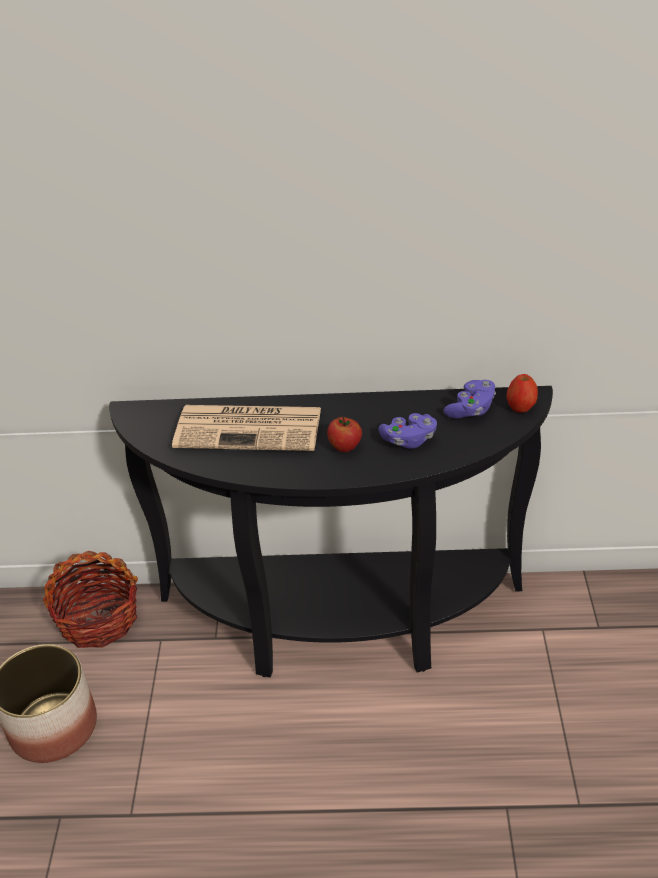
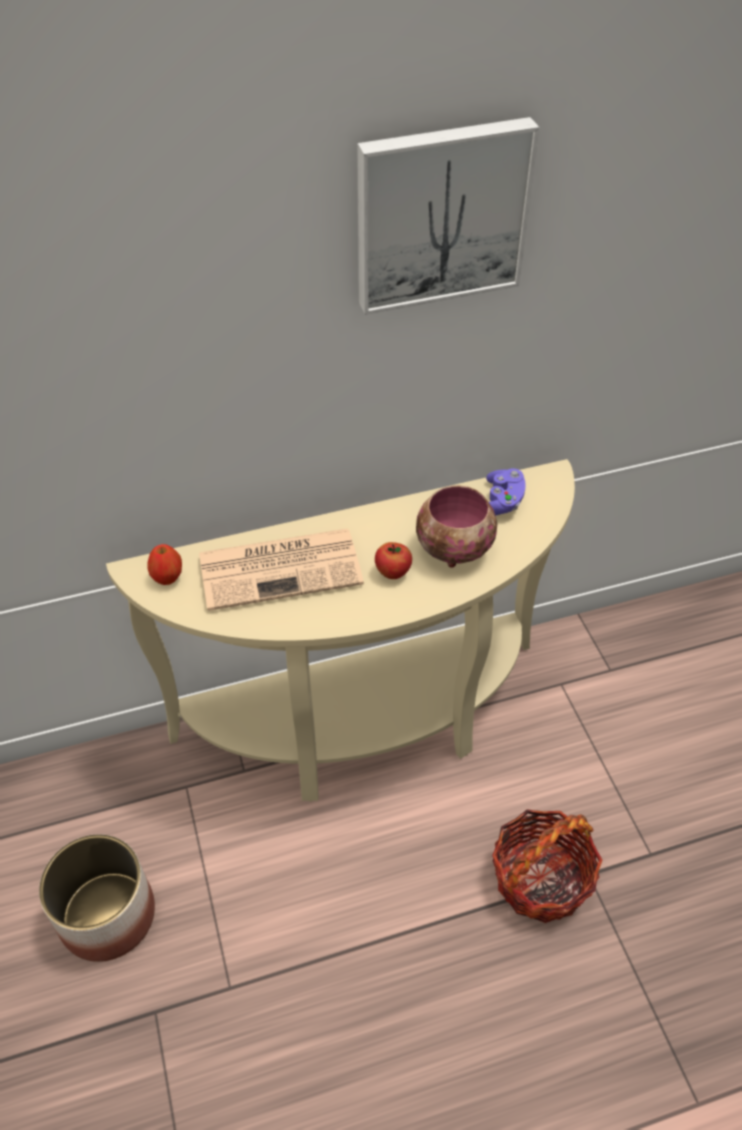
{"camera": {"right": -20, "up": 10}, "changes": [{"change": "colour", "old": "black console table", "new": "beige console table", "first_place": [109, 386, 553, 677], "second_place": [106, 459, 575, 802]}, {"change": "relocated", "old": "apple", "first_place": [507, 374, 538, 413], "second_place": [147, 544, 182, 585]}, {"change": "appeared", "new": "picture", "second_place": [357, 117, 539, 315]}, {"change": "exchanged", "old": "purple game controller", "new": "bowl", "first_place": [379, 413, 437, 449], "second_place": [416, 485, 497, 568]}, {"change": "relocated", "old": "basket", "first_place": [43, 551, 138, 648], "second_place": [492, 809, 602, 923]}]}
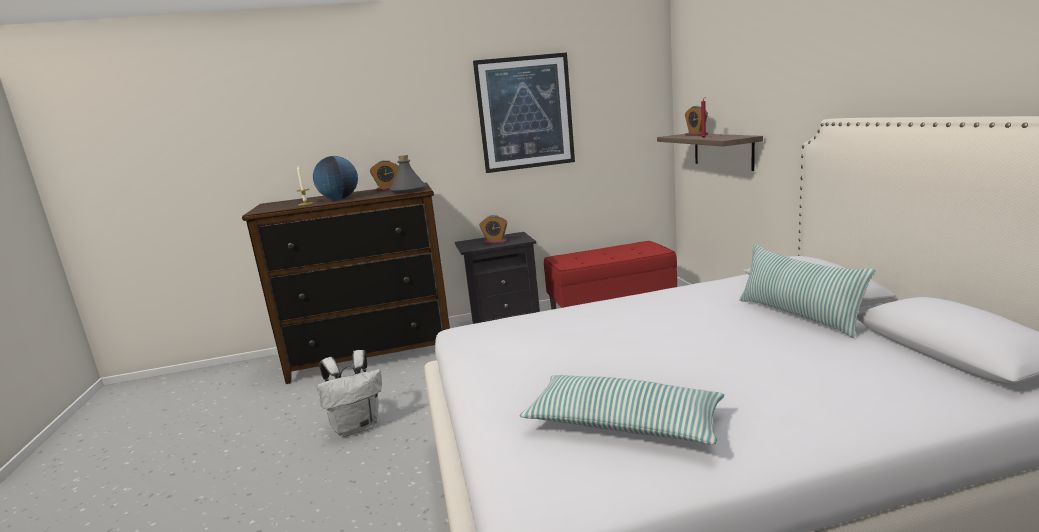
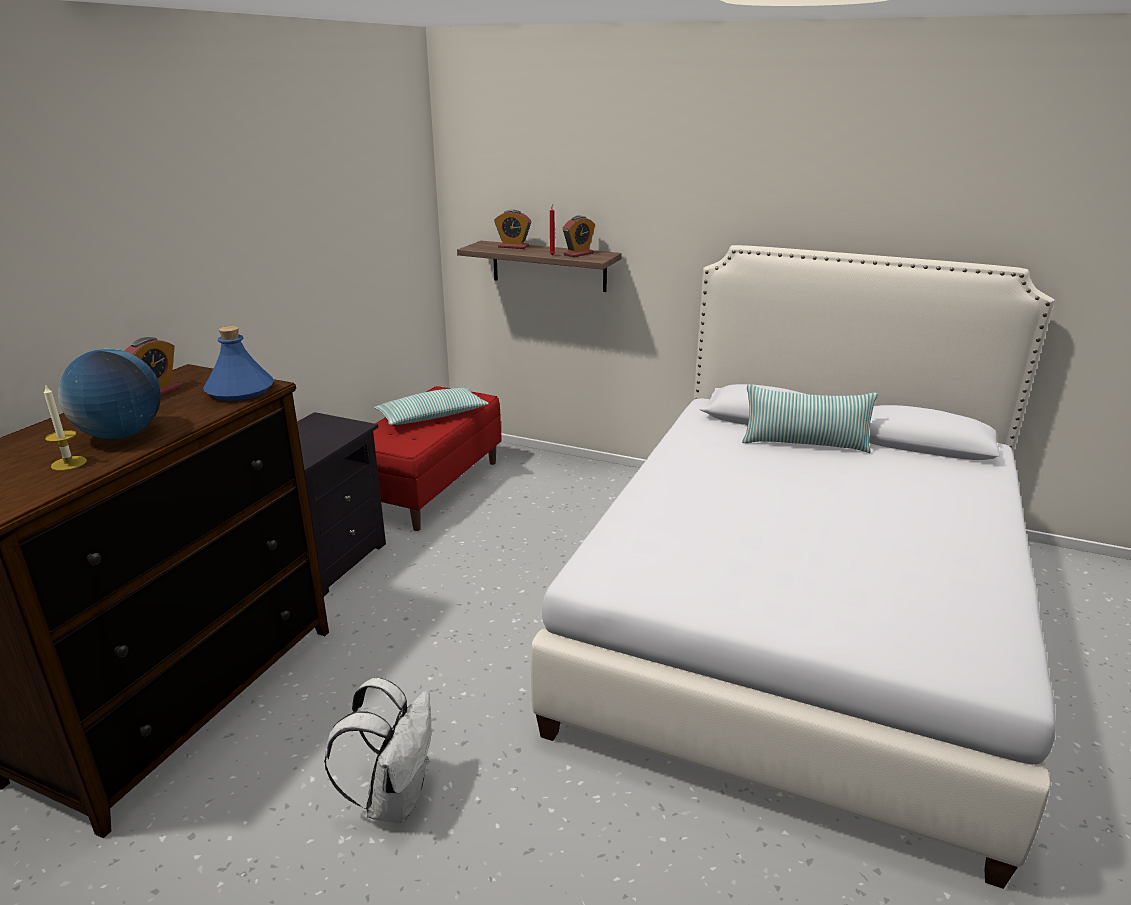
{"camera": {"right": -55, "up": 10}, "changes": [{"change": "colour", "old": "grey bottle", "new": "blue bottle", "first_place": [390, 155, 426, 194], "second_place": [203, 326, 274, 401]}, {"change": "relocated", "old": "pillow", "first_place": [520, 375, 724, 445], "second_place": [374, 388, 489, 425]}, {"change": "relocated", "old": "alarm clock", "first_place": [479, 215, 507, 244], "second_place": [563, 216, 595, 257]}, {"change": "missing", "old": "picture", "first_place": [473, 52, 575, 173]}]}
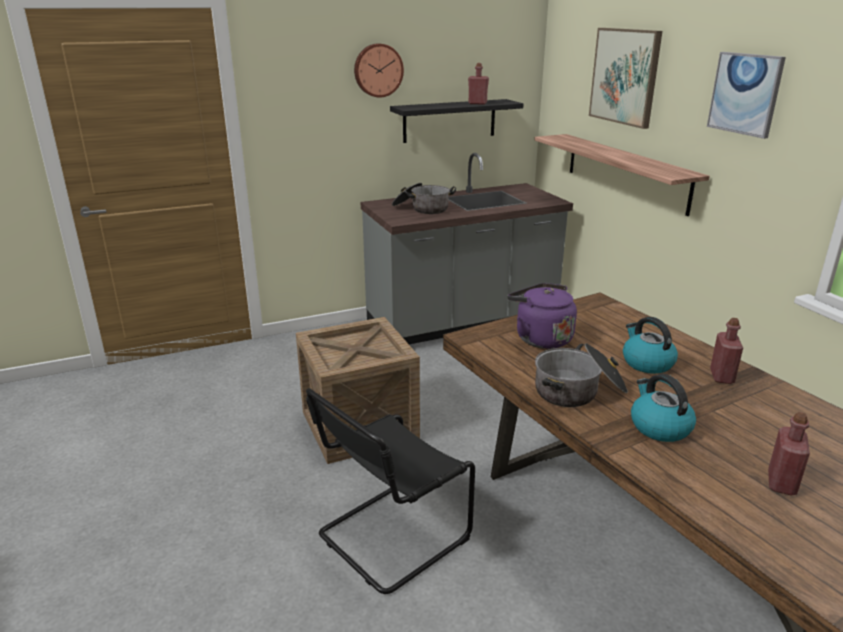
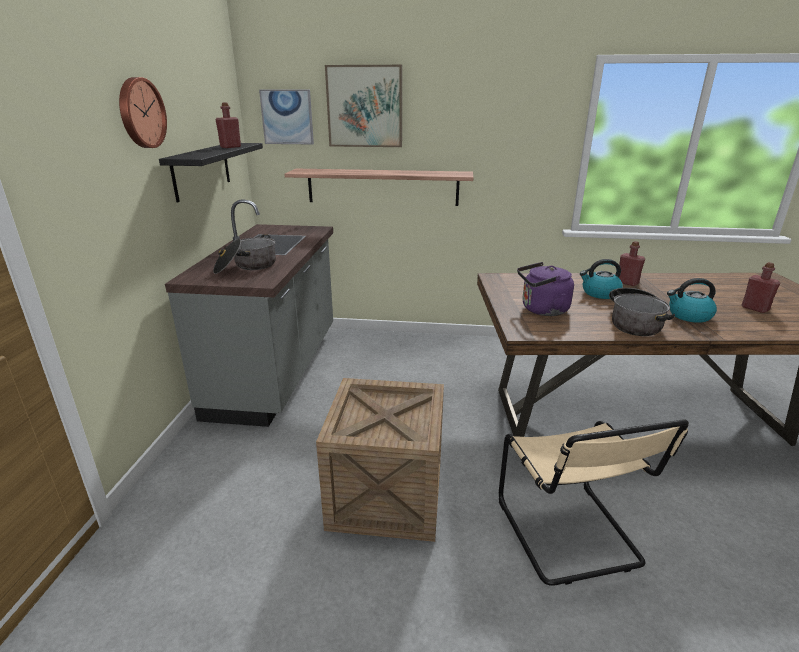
{"camera": {"right": -60, "up": 0}, "changes": [{"change": "relocated", "old": "picture", "first_place": [707, 52, 786, 139], "second_place": [259, 90, 314, 145]}, {"change": "colour", "old": "black chair", "new": "beige chair", "first_place": [306, 388, 475, 594], "second_place": [499, 419, 689, 586]}]}
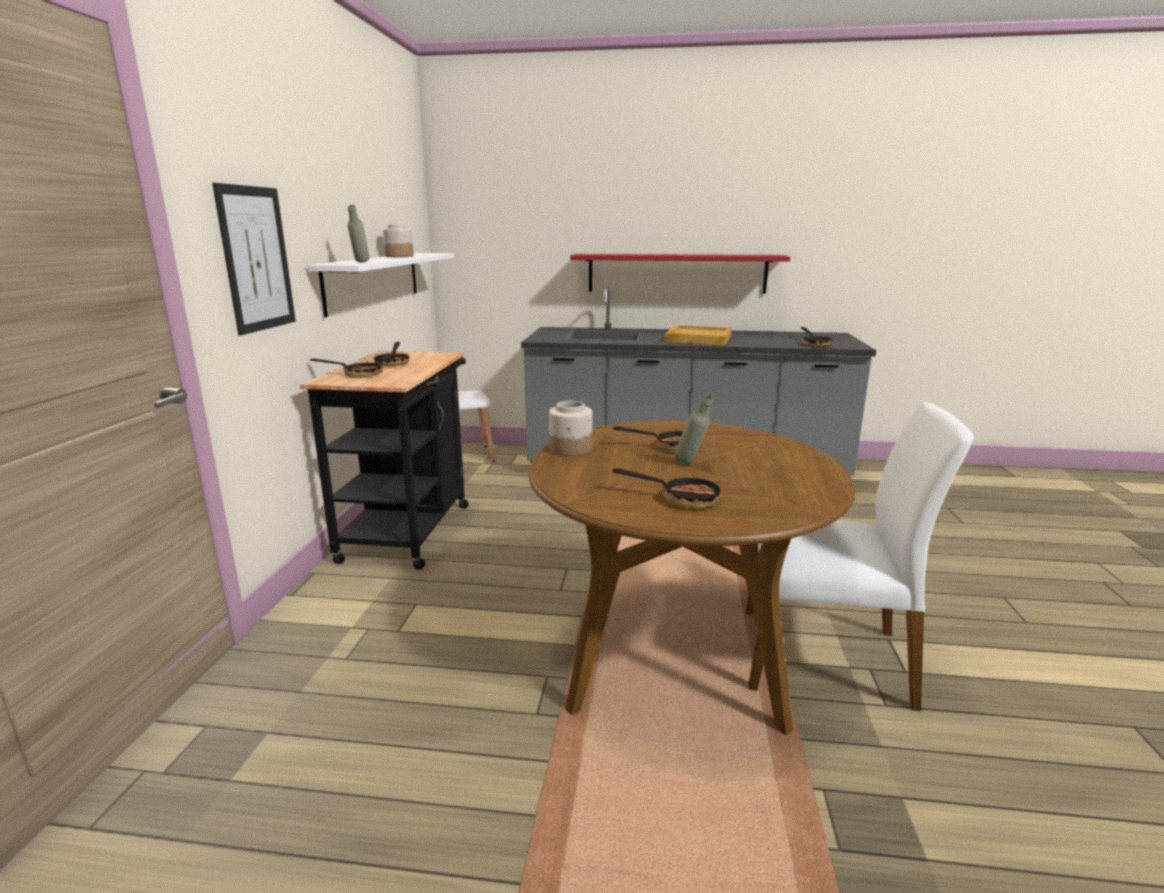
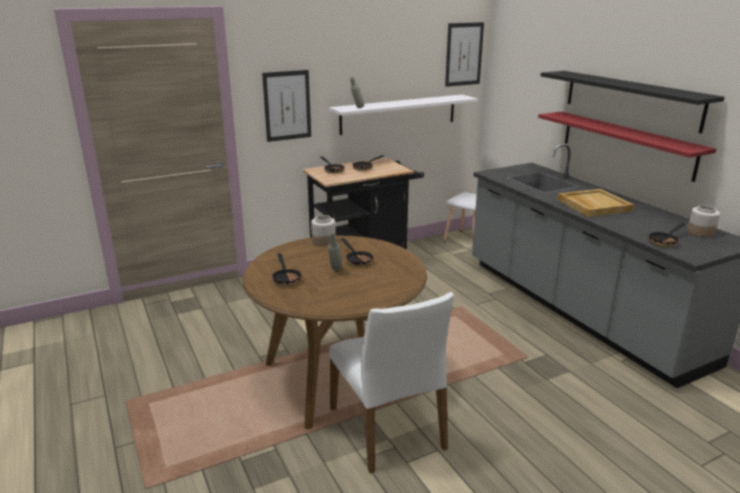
{"camera": {"right": 55, "up": 5}, "changes": [{"change": "appeared", "new": "picture", "second_place": [445, 22, 484, 87]}, {"change": "appeared", "new": "black shelf", "second_place": [541, 71, 725, 133]}, {"change": "relocated", "old": "jar", "first_place": [383, 225, 414, 257], "second_place": [687, 205, 720, 238]}]}
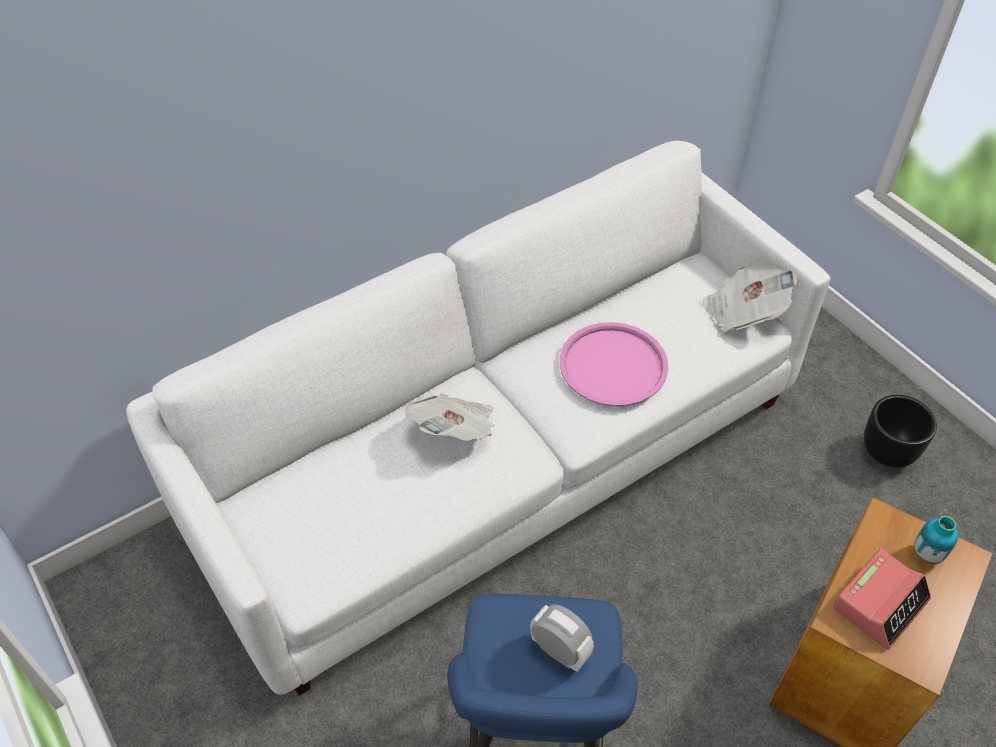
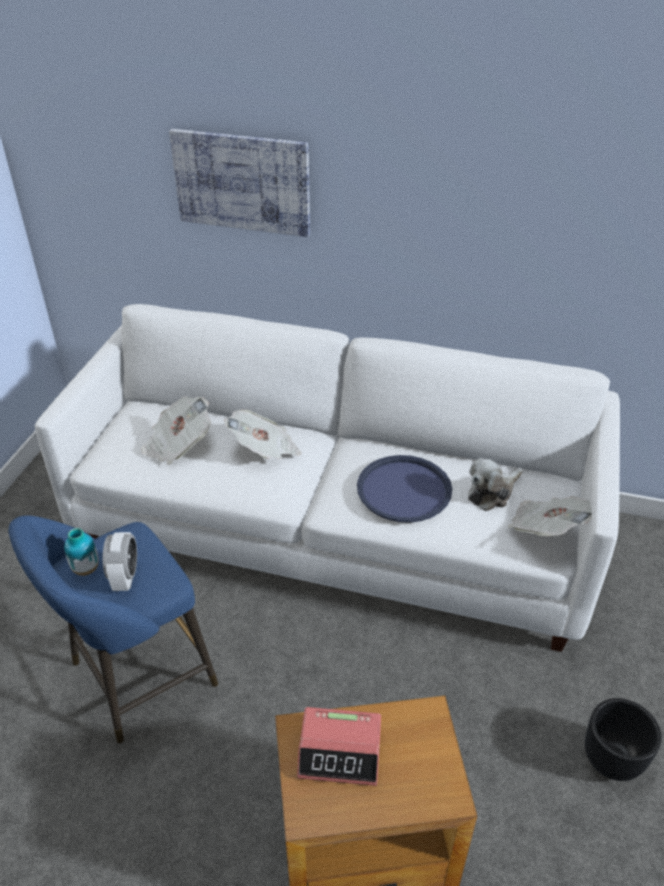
{"camera": {"right": 50, "up": -10}, "changes": [{"change": "relocated", "old": "vase", "first_place": [914, 516, 958, 565], "second_place": [64, 528, 99, 576]}, {"change": "appeared", "new": "newspaper", "second_place": [141, 396, 211, 465]}, {"change": "appeared", "new": "picture", "second_place": [169, 129, 310, 237]}, {"change": "colour", "old": "pink tray", "new": "blue tray", "first_place": [560, 322, 668, 407], "second_place": [357, 455, 452, 523]}, {"change": "appeared", "new": "plush toy", "second_place": [468, 458, 523, 511]}]}
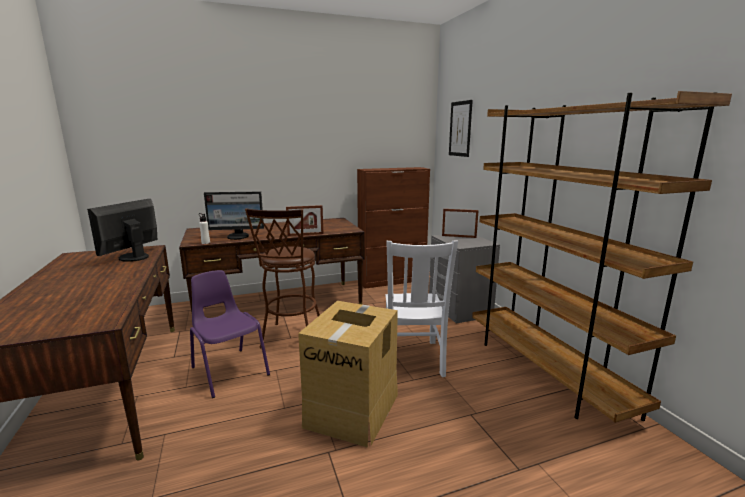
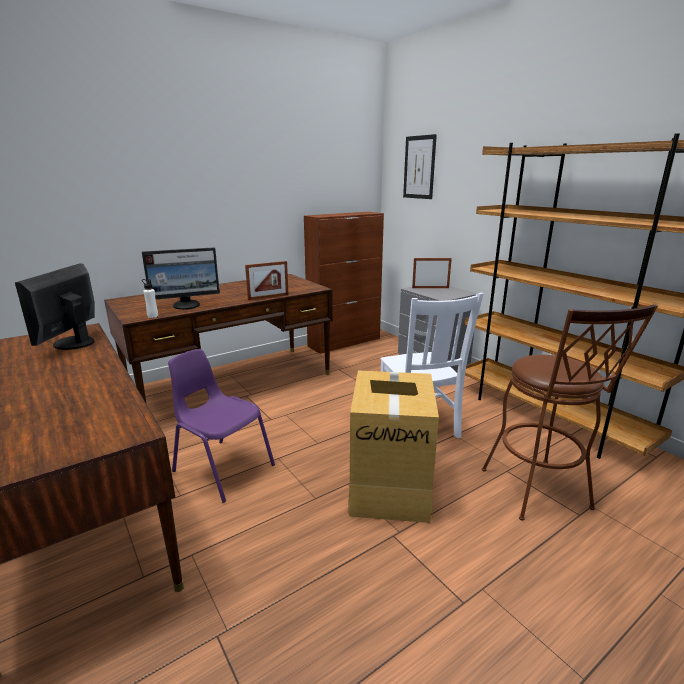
{"camera": {"right": -15, "up": 5}, "changes": [{"change": "relocated", "old": "brown stool", "first_place": [245, 209, 320, 348], "second_place": [482, 304, 658, 521]}]}
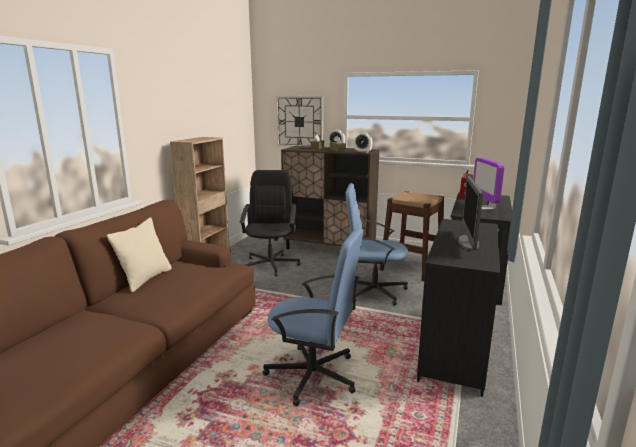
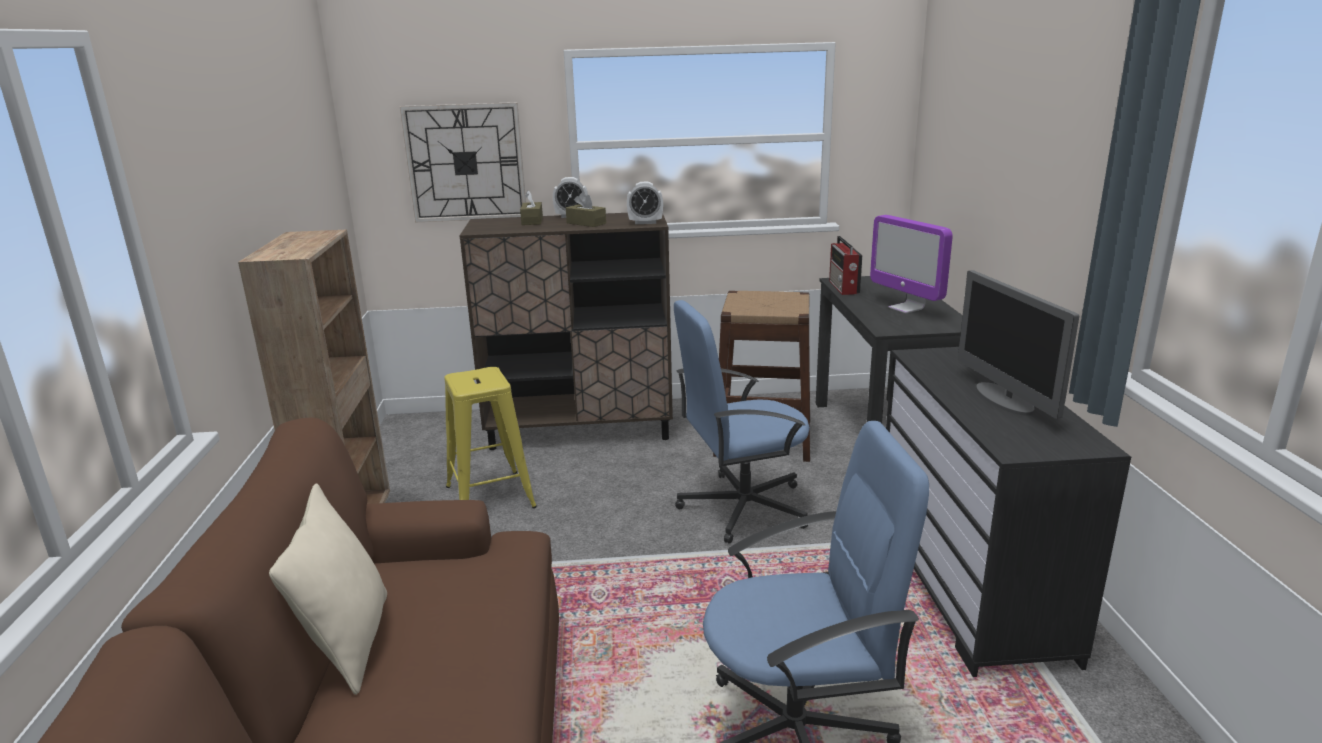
{"camera": {"right": -25, "up": 5}, "changes": [{"change": "exchanged", "old": "black office chair", "new": "yellow stool", "first_place": [240, 170, 301, 276], "second_place": [444, 367, 537, 508]}]}
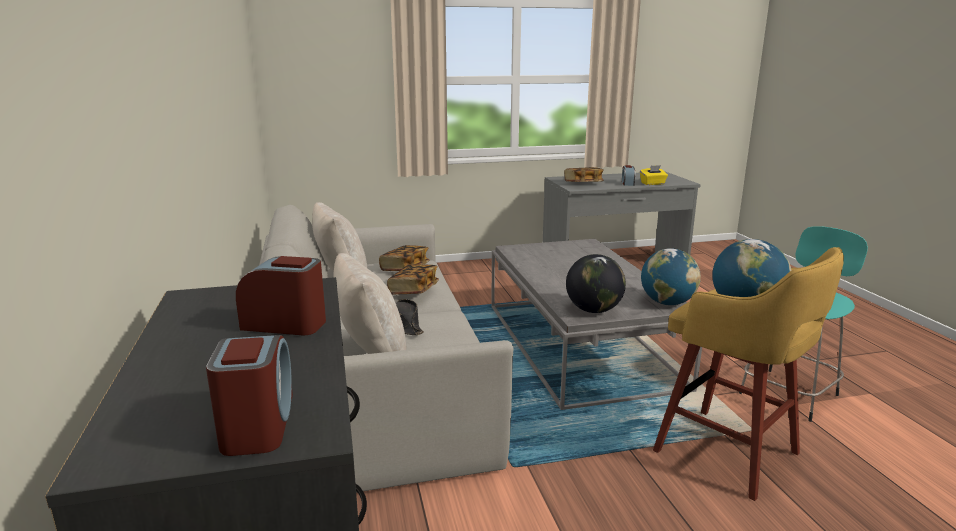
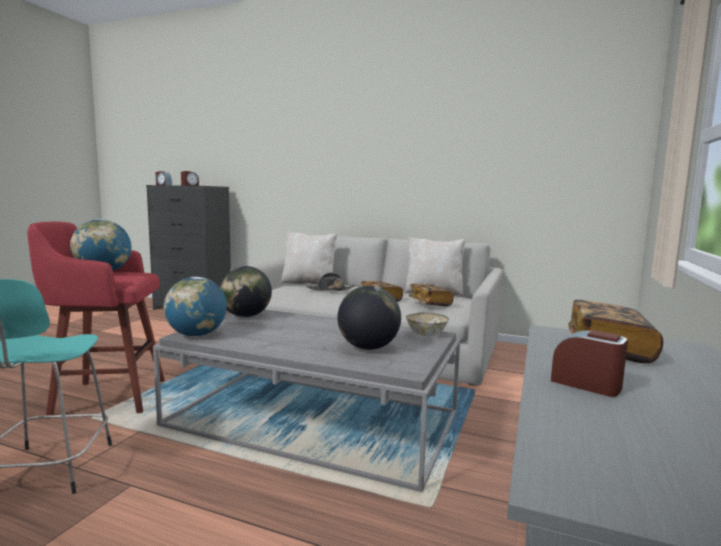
{"camera": {"right": 125, "up": -10}, "changes": [{"change": "colour", "old": "yellow stool", "new": "red stool", "first_place": [653, 247, 844, 501], "second_place": [28, 222, 165, 419]}, {"change": "appeared", "new": "globe", "second_place": [337, 286, 401, 350]}, {"change": "appeared", "new": "bowl", "second_place": [406, 312, 449, 336]}, {"change": "missing", "old": "yellow tissue box", "first_place": [640, 165, 668, 185]}]}
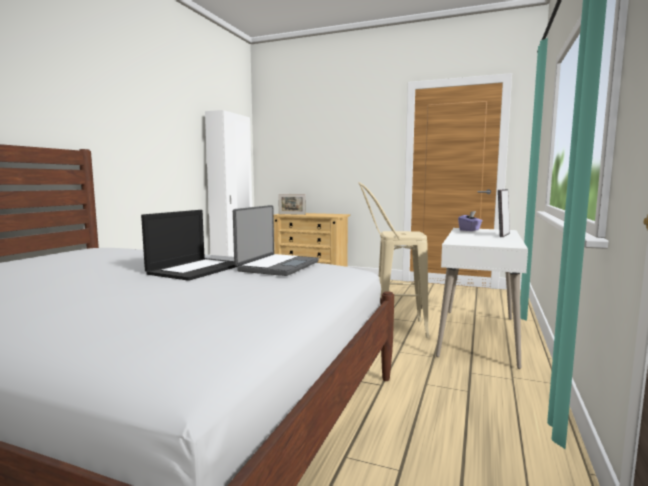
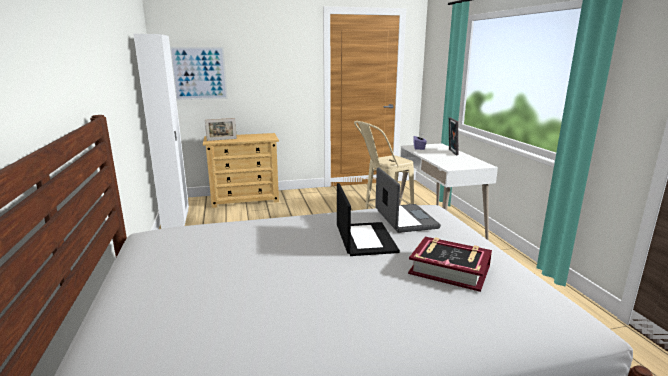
{"camera": {"right": -35, "up": 10}, "changes": [{"change": "appeared", "new": "picture", "second_place": [170, 47, 228, 100]}, {"change": "appeared", "new": "book", "second_place": [408, 237, 492, 292]}]}
